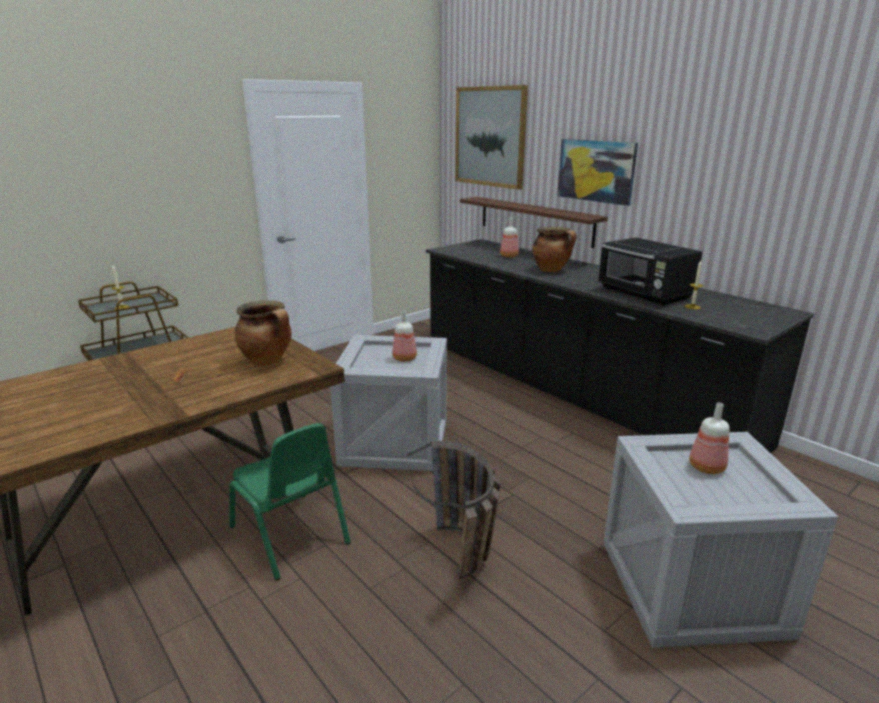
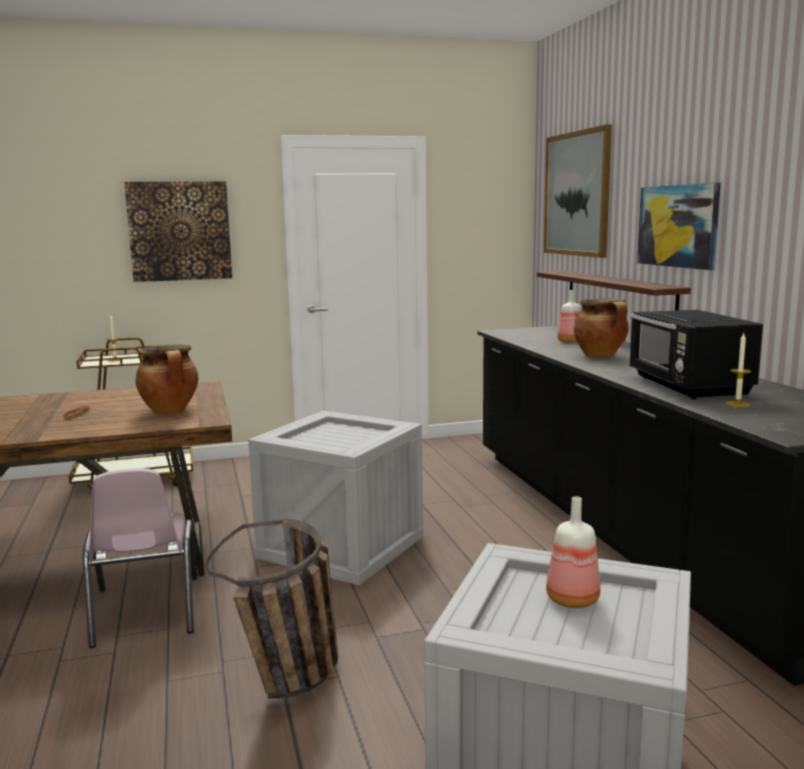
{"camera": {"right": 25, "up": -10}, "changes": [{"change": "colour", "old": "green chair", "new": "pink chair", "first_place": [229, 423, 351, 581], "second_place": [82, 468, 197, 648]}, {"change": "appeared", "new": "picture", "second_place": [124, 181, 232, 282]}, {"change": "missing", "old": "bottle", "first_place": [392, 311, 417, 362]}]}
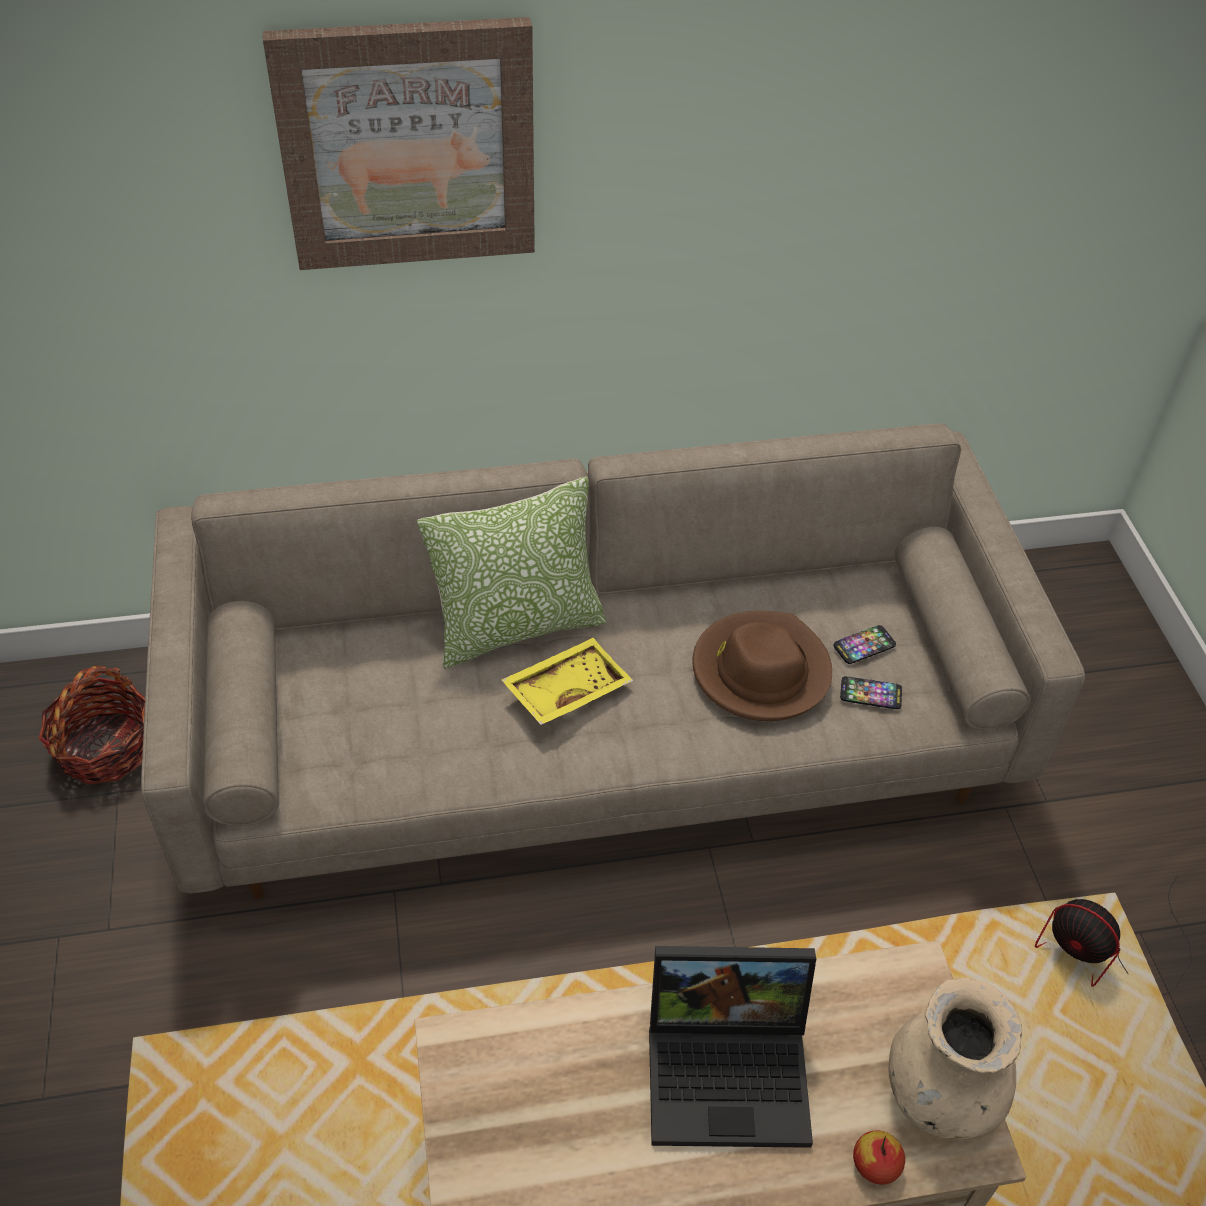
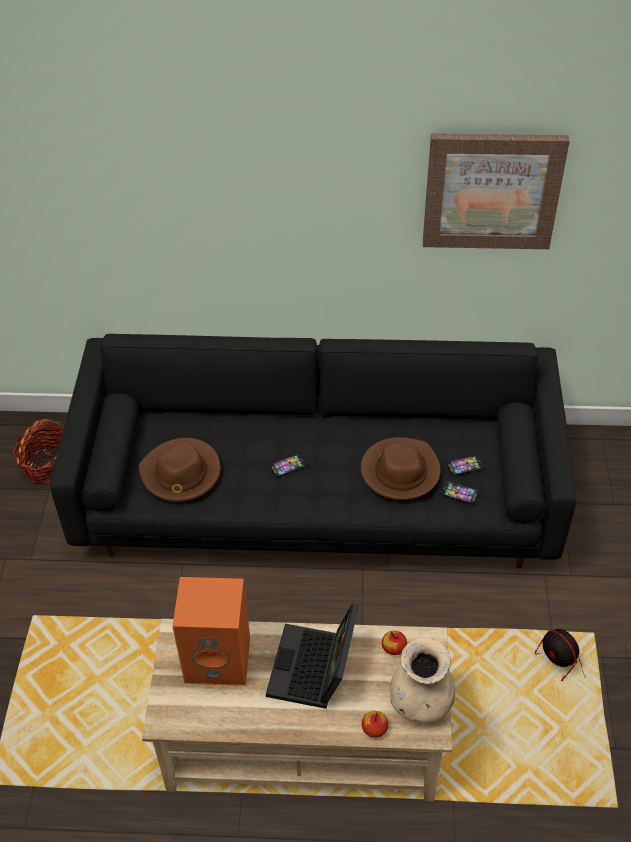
{"camera": {"right": 15, "up": 0}, "changes": [{"change": "colour", "old": "beige sofa", "new": "black sofa", "first_place": [141, 423, 1085, 899], "second_place": [50, 334, 577, 569]}, {"change": "appeared", "new": "brown hat", "second_place": [138, 438, 221, 502]}, {"change": "appeared", "new": "orange speaker", "second_place": [172, 577, 250, 686]}, {"change": "spun", "old": "laptop", "first_place": [649, 946, 816, 1148], "second_place": [266, 603, 359, 709], "degrees": 90}, {"change": "exchanged", "old": "yellow tray", "new": "phone", "first_place": [501, 638, 633, 725], "second_place": [270, 454, 306, 477]}, {"change": "appeared", "new": "apple", "second_place": [382, 631, 407, 655]}, {"change": "relocated", "old": "picture", "first_place": [263, 17, 535, 270], "second_place": [423, 133, 570, 249]}, {"change": "missing", "old": "pillow", "first_place": [417, 477, 606, 669]}]}
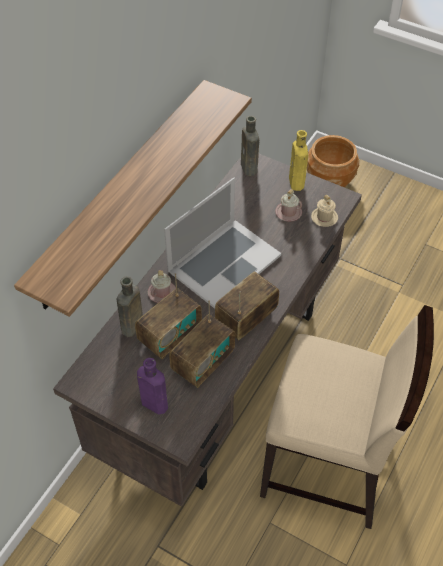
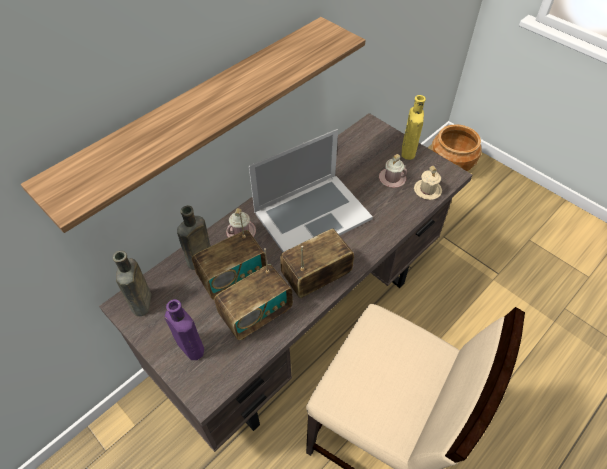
{"camera": {"right": 15, "up": 0}, "changes": [{"change": "relocated", "old": "brown bottle", "first_place": [241, 116, 259, 176], "second_place": [113, 251, 151, 316]}]}
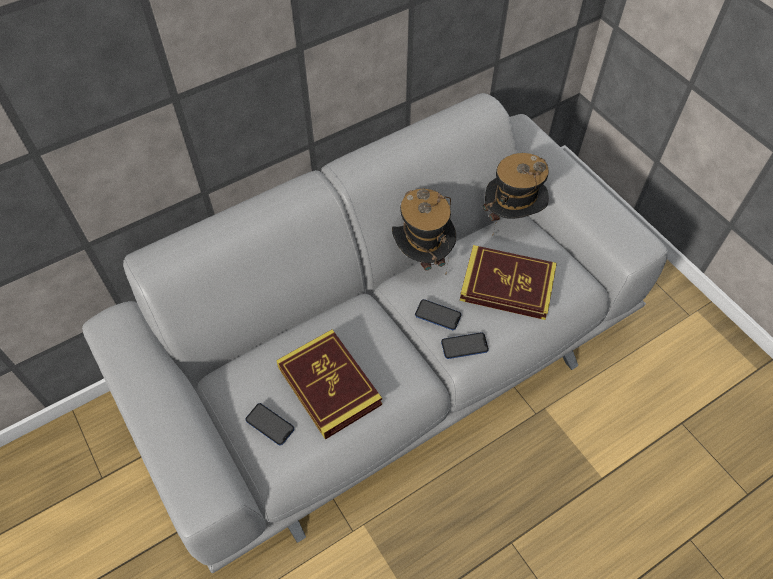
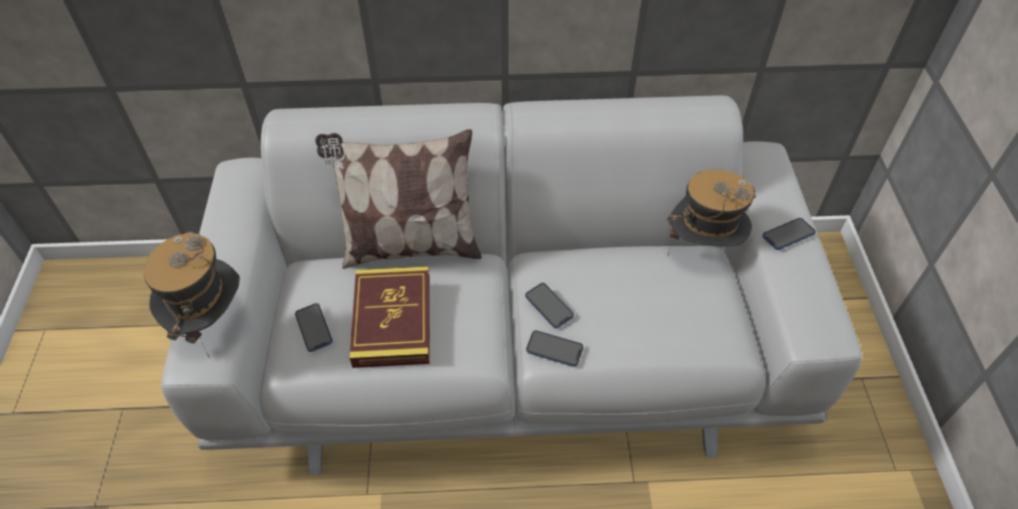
{"camera": {"right": 30, "up": -5}, "changes": [{"change": "relocated", "old": "hat", "first_place": [392, 189, 456, 276], "second_place": [144, 232, 240, 358]}, {"change": "appeared", "new": "pillow", "second_place": [315, 129, 482, 269]}, {"change": "appeared", "new": "phone", "second_place": [762, 218, 816, 250]}, {"change": "missing", "old": "book", "first_place": [460, 245, 557, 320]}]}
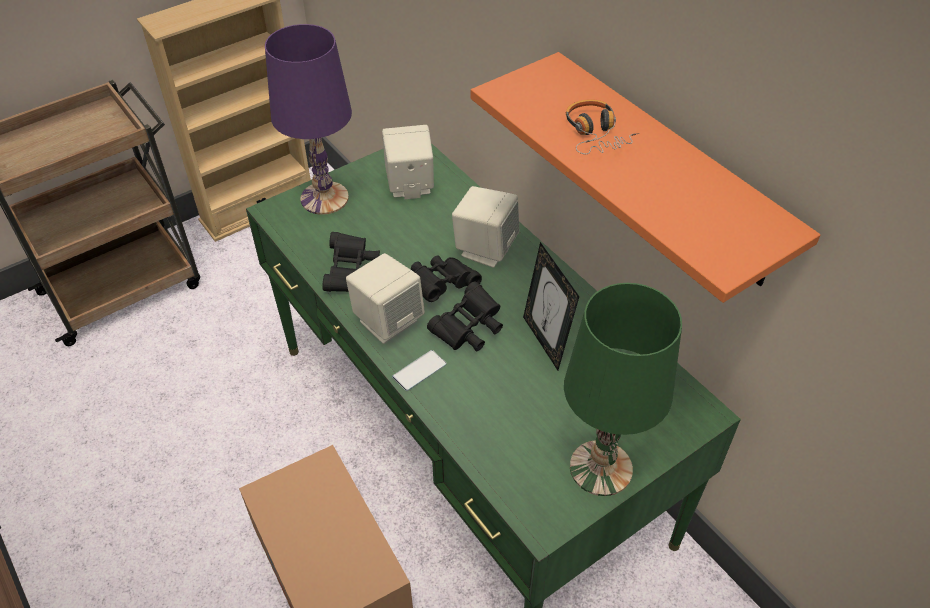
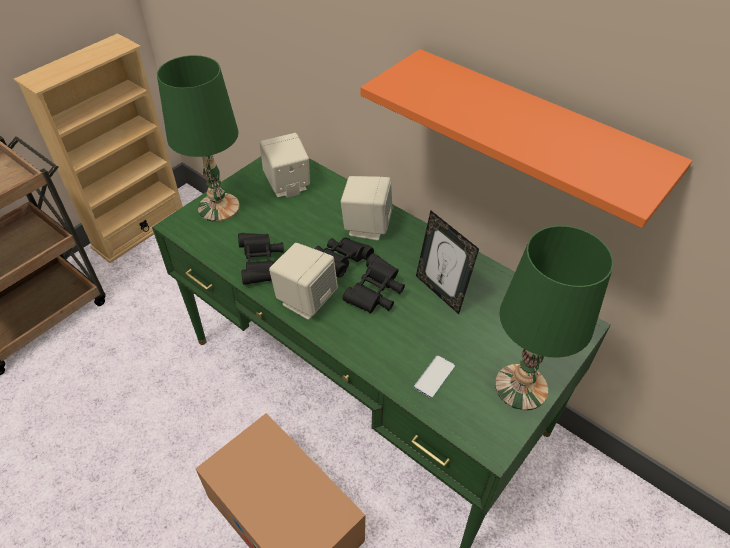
{"camera": {"right": -15, "up": 0}, "changes": [{"change": "colour", "old": "purple table lamp", "new": "green table lamp", "first_place": [265, 24, 352, 215], "second_place": [157, 55, 240, 222]}, {"change": "relocated", "old": "phone", "first_place": [392, 350, 446, 391], "second_place": [414, 355, 455, 398]}, {"change": "missing", "old": "headphones", "first_place": [566, 99, 639, 154]}]}
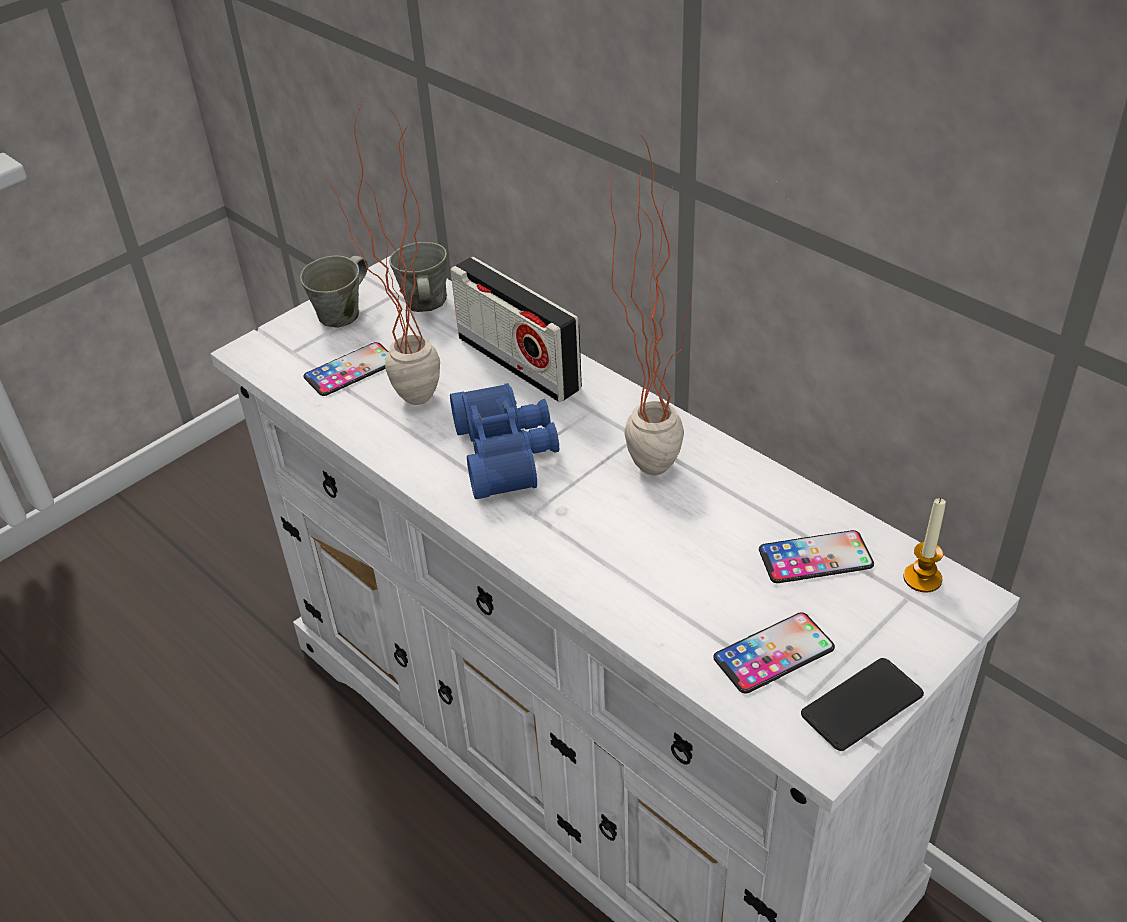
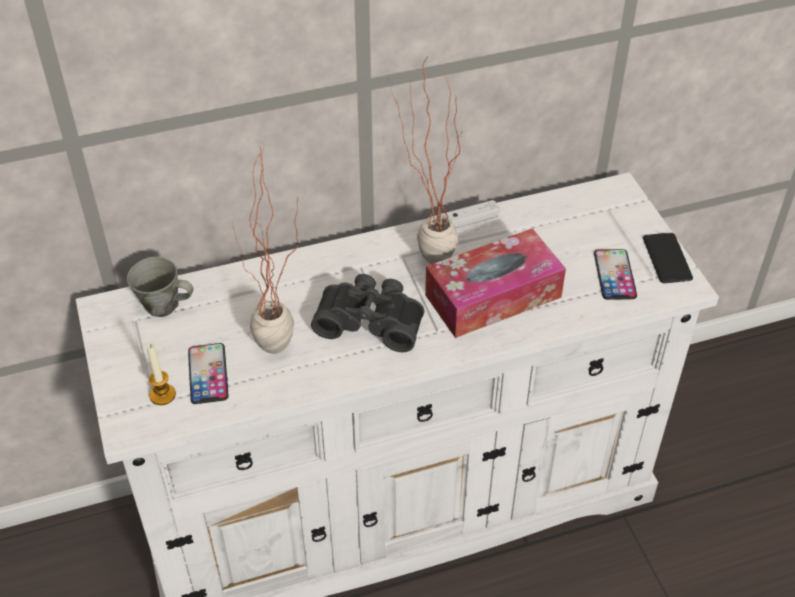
{"camera": {"right": -65, "up": 5}, "changes": [{"change": "relocated", "old": "candle", "first_place": [903, 498, 946, 593], "second_place": [147, 344, 176, 405]}, {"change": "colour", "old": "blue binoculars", "new": "black binoculars", "first_place": [450, 383, 559, 499], "second_place": [311, 274, 424, 352]}, {"change": "appeared", "new": "tissue box", "second_place": [425, 228, 566, 338]}, {"change": "appeared", "new": "white game controller", "second_place": [441, 200, 500, 228]}, {"change": "missing", "old": "grey mug", "first_place": [300, 256, 368, 328]}, {"change": "missing", "old": "radio", "first_place": [450, 257, 582, 402]}, {"change": "missing", "old": "phone", "first_place": [759, 530, 874, 583]}]}
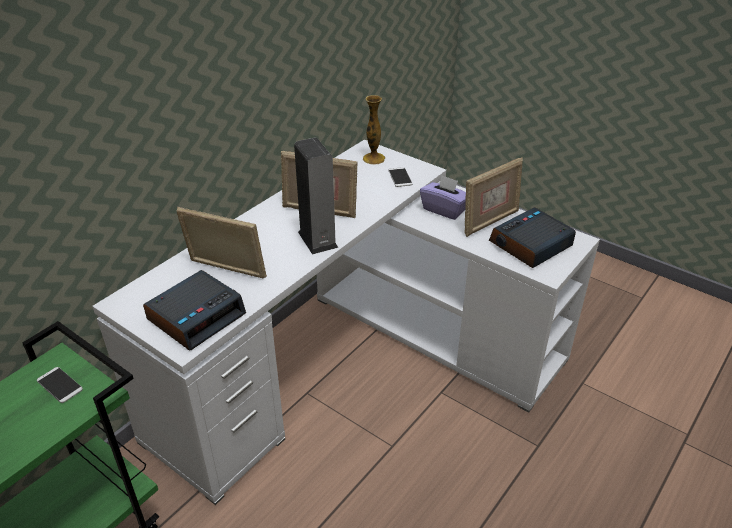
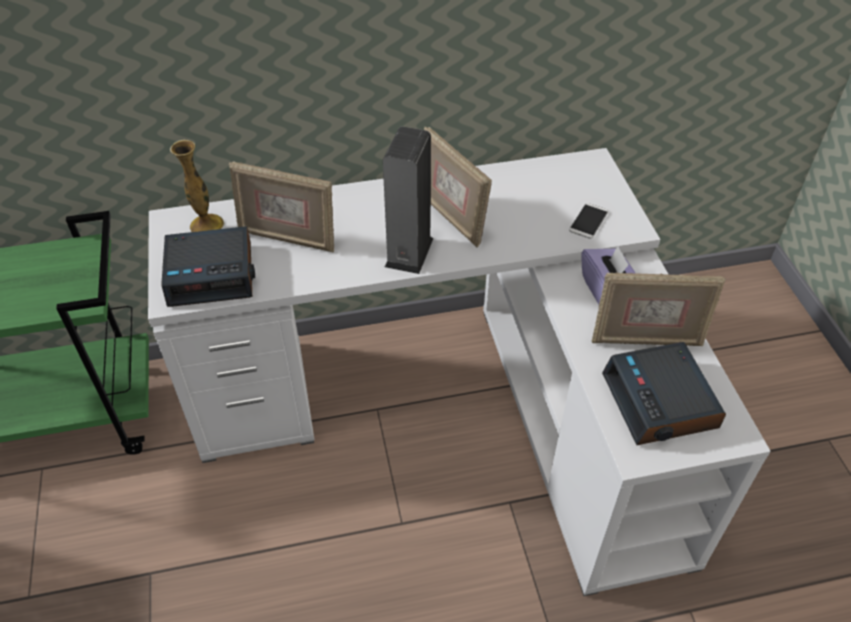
{"camera": {"right": 40, "up": 10}, "changes": [{"change": "relocated", "old": "vase", "first_place": [363, 95, 385, 165], "second_place": [170, 140, 224, 232]}, {"change": "spun", "old": "picture frame", "first_place": [176, 206, 267, 278], "second_place": [229, 161, 334, 252], "degrees": 135}, {"change": "spun", "old": "alarm clock", "first_place": [489, 207, 576, 268], "second_place": [602, 342, 726, 445], "degrees": -105}, {"change": "missing", "old": "phone", "first_place": [37, 367, 83, 403]}]}
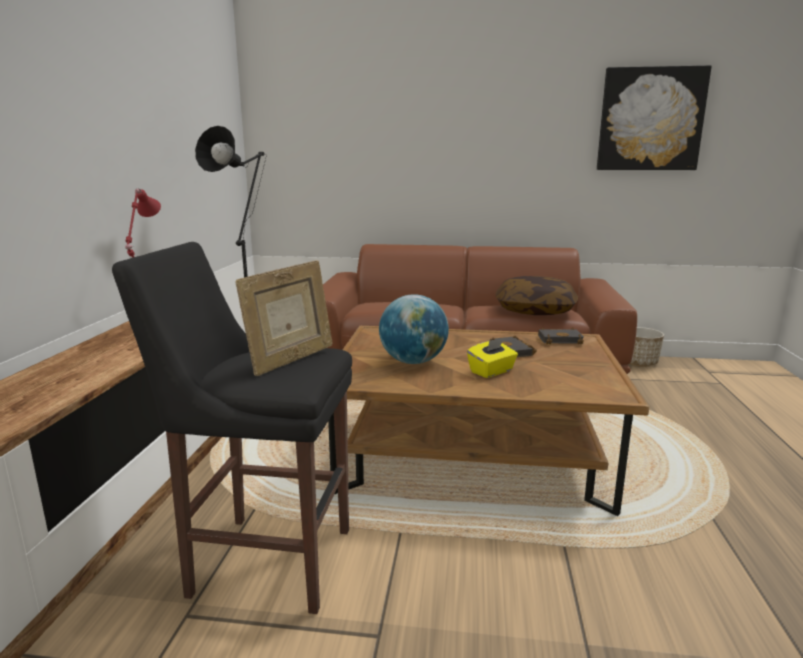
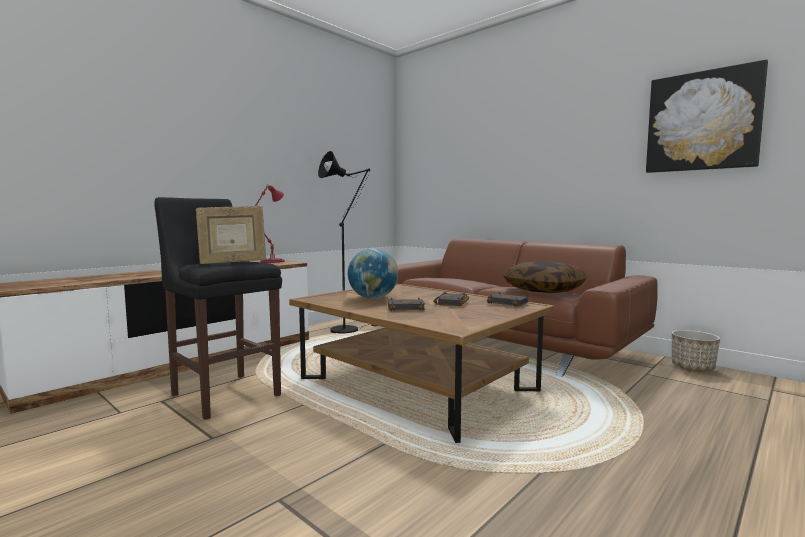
{"camera": {"right": 35, "up": -10}, "changes": [{"change": "exchanged", "old": "yellow tissue box", "new": "black book", "first_place": [467, 337, 518, 378], "second_place": [388, 298, 425, 311]}]}
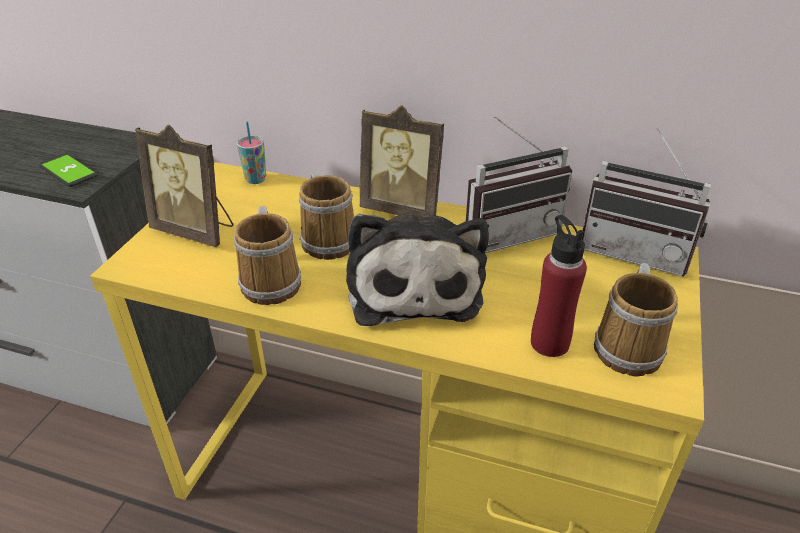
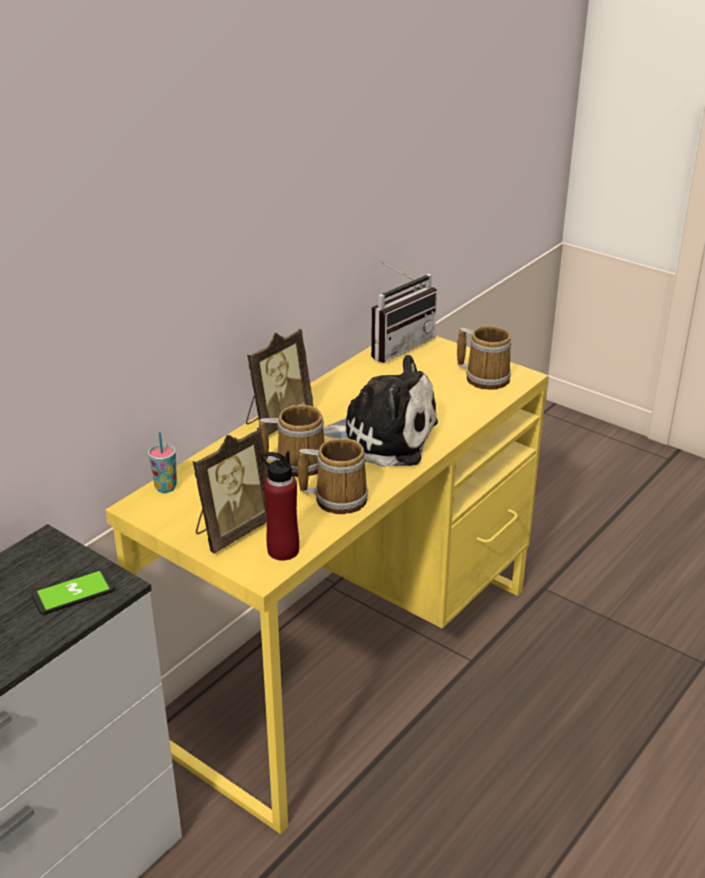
{"camera": {"right": -70, "up": -5}, "changes": [{"change": "relocated", "old": "red bottle", "first_place": [531, 215, 587, 357], "second_place": [261, 451, 299, 561]}, {"change": "missing", "old": "radio", "first_place": [466, 116, 572, 253]}]}
